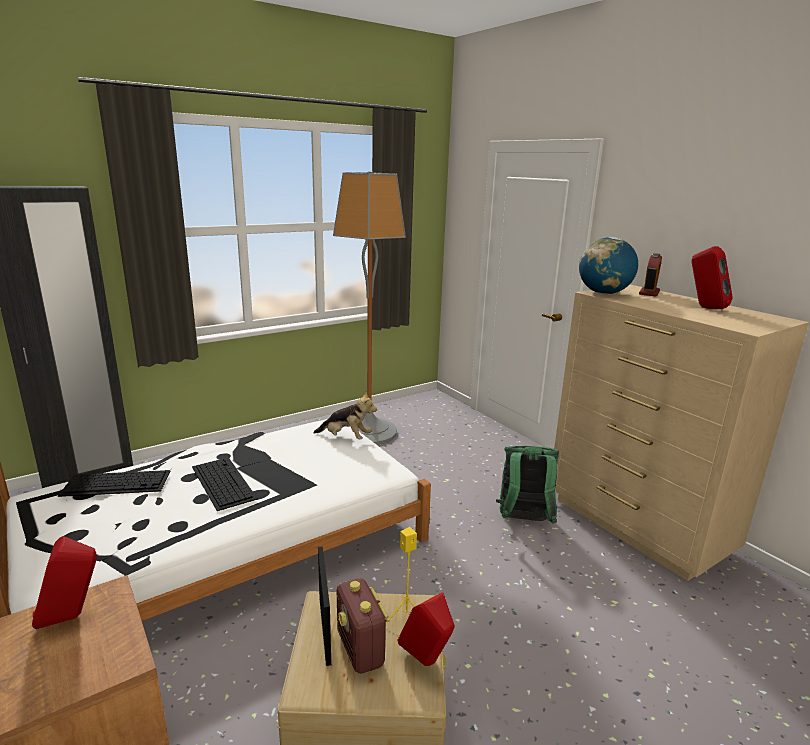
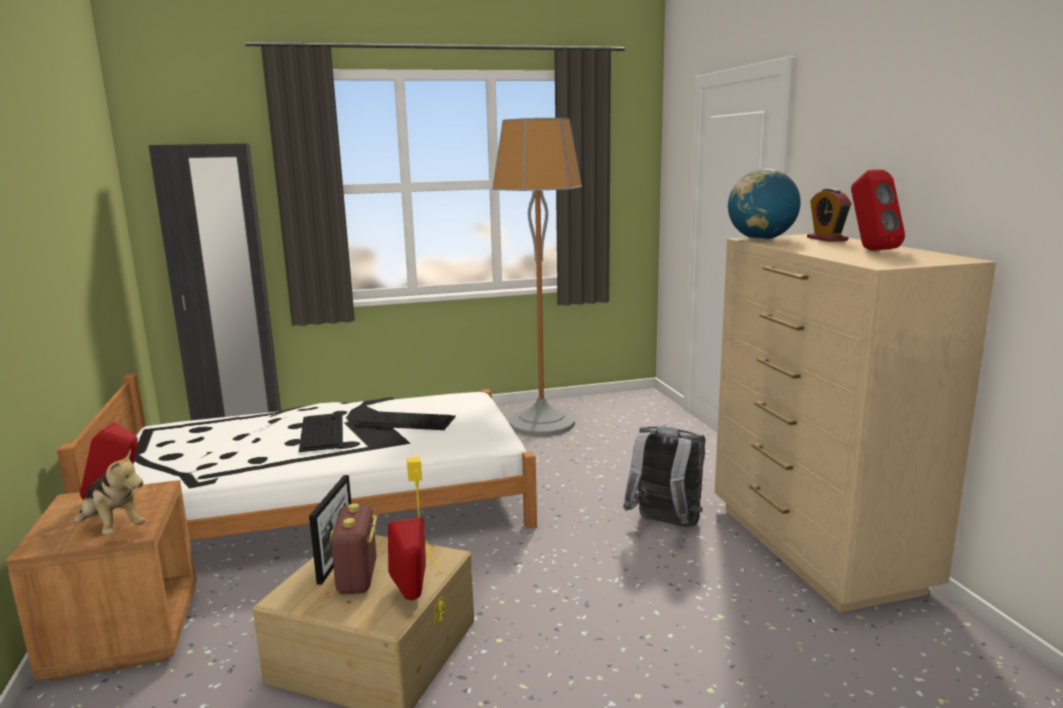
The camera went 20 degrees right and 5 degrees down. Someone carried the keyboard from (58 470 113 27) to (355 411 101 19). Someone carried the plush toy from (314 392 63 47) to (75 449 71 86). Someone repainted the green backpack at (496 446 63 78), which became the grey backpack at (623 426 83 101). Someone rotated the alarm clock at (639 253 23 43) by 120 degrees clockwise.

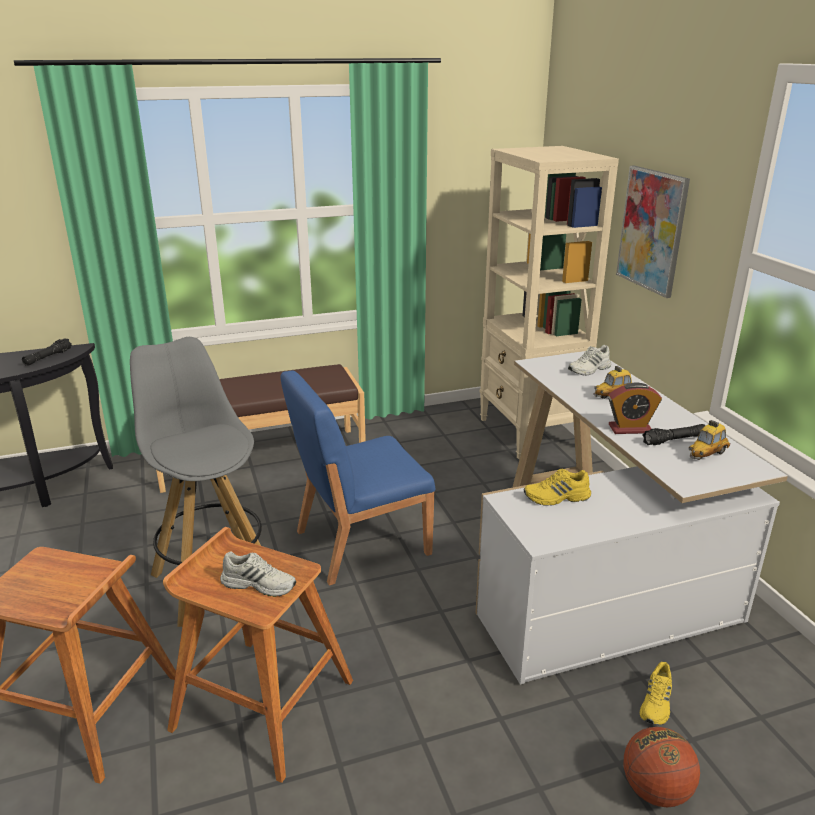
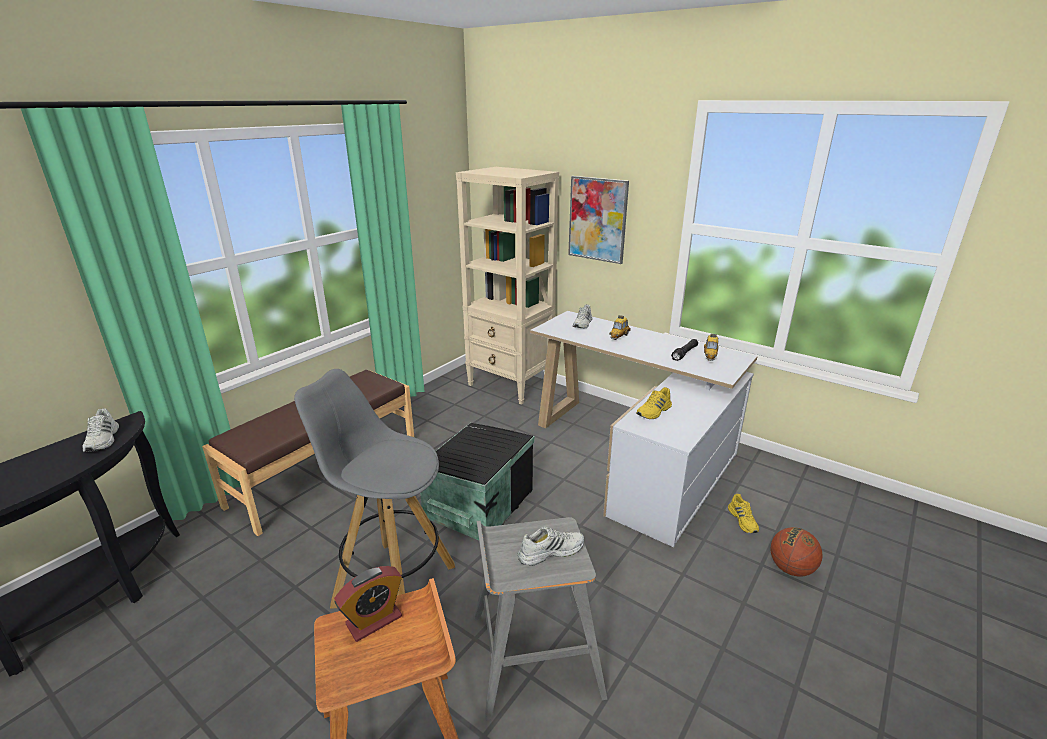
The camera went 35 degrees left and 0 degrees up. Someone carried the alarm clock from (608 382 54 52) to (334 566 68 76). Someone swapped the black flashlight at (22 338 50 28) for the white shoe at (82 408 37 44). Someone swapped the blue chair at (280 371 155 214) for the black storage box at (420 423 115 117). Someone repainted the brown stool at (163 527 190 256), which became the grey stool at (474 517 133 203).

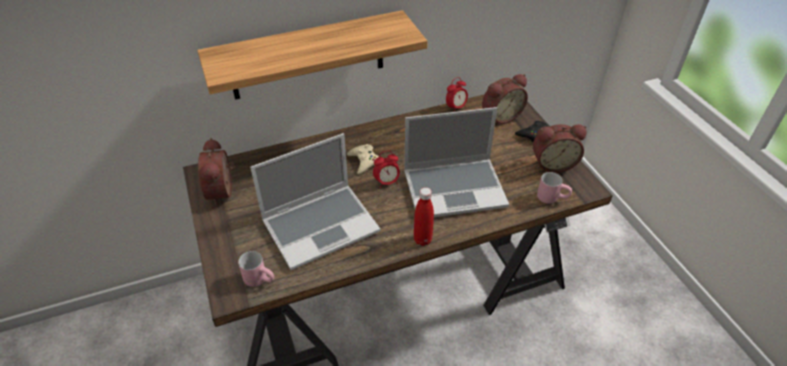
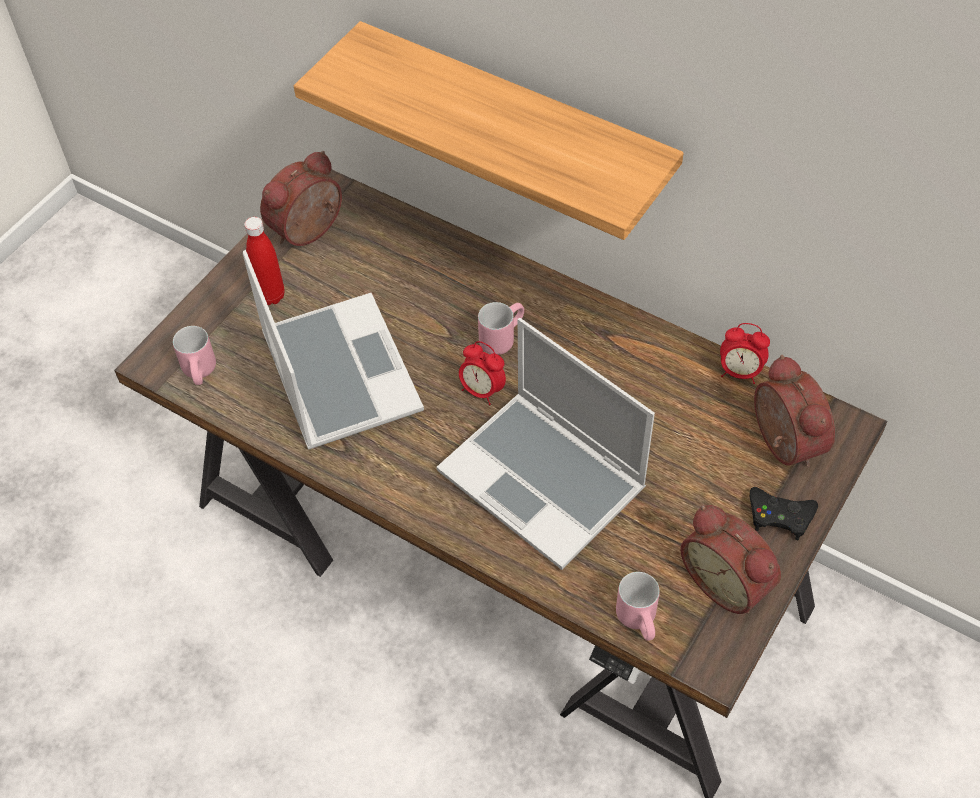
The camera went 55 degrees right and 10 degrees up. Someone carried the red bottle from (414 187 20 59) to (244 217 41 88). Someone swapped the beige game controller at (347 144 32 30) for the pink mug at (478 302 46 53). Someone rotated the laptop at (250 133 131 137) by 135 degrees counterclockwise. Someone rotated the alarm clock at (482 74 46 50) by 135 degrees counterclockwise.

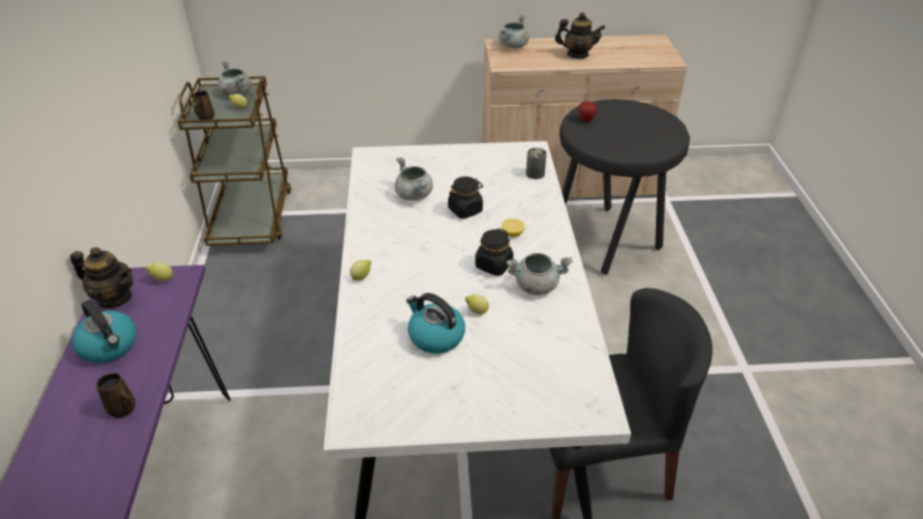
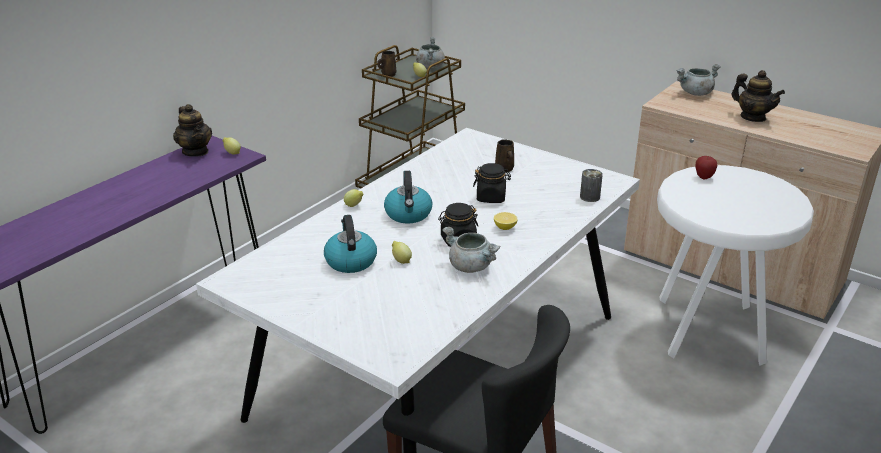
The camera went 40 degrees right and 10 degrees down. Someone took away the grey cooking pot at (395 157 38 44). Someone carried the kettle from (72 300 65 63) to (384 171 48 52). Someone carried the brown mug from (96 373 39 45) to (495 139 19 33). Someone repainted the black stool at (559 99 131 176), which became the white stool at (657 165 157 201).

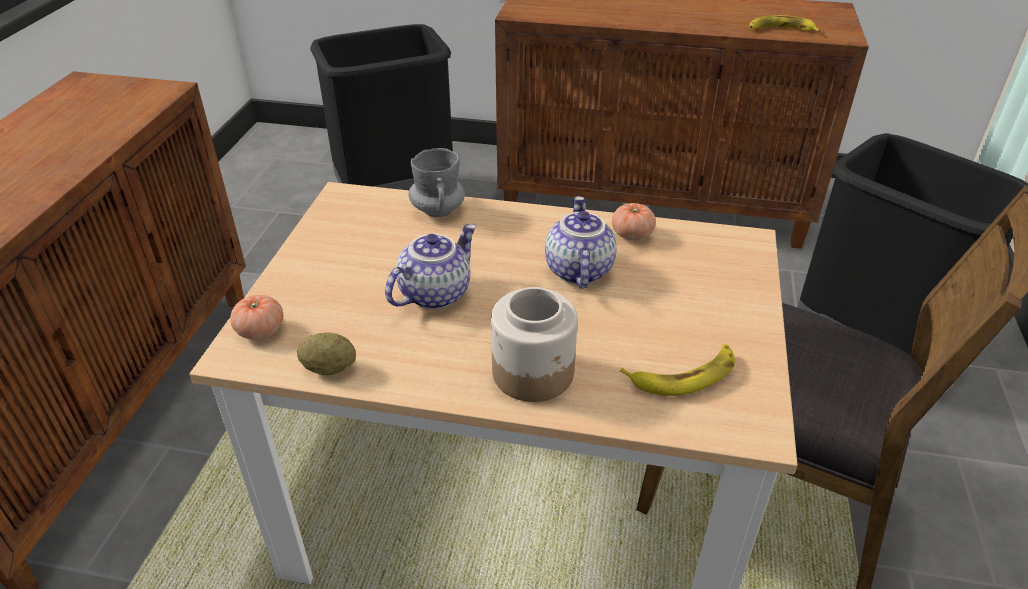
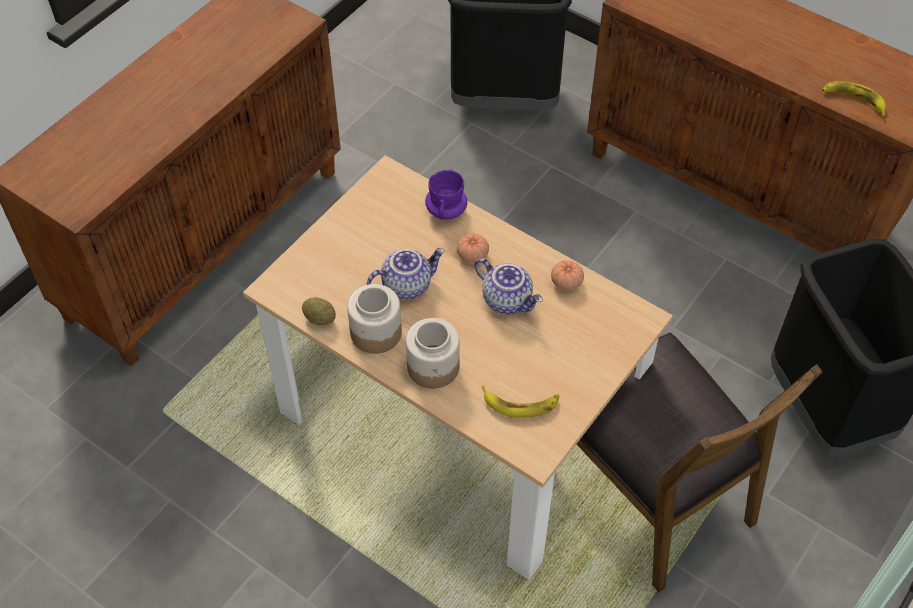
The camera went 25 degrees right and 15 degrees up. Someone put down the jar at (347 284 55 70). Someone carried the tomato from (230 295 53 45) to (457 233 32 30). Someone repainted the grey mug at (409 148 56 69), which became the purple mug at (425 169 42 51). Someone rotated the teapot at (545 196 72 92) by 105 degrees clockwise.

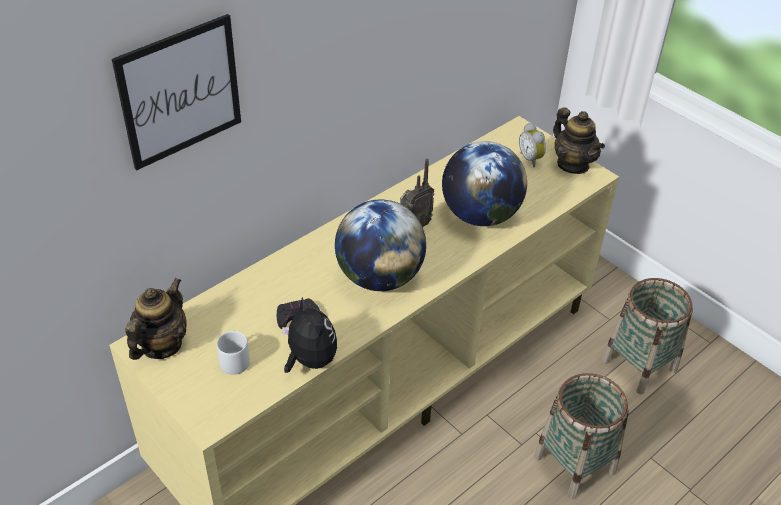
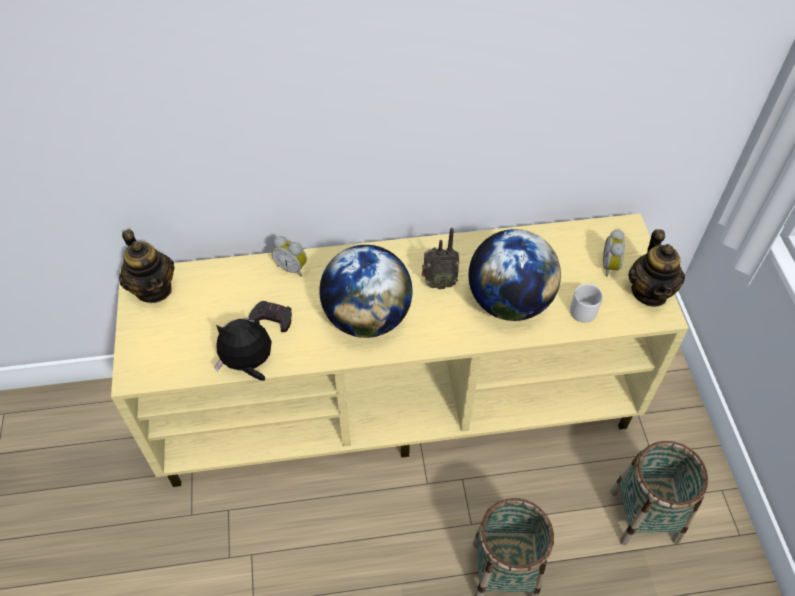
The camera went 35 degrees right and 10 degrees up. Someone took away the picture at (112 14 129 156). Someone put down the alarm clock at (272 236 35 41). Someone carried the grey mug from (217 330 33 45) to (570 283 33 40). Someone rotated the teapot at (125 278 62 82) by 90 degrees clockwise. Someone rotated the plush toy at (282 297 55 76) by 105 degrees counterclockwise.

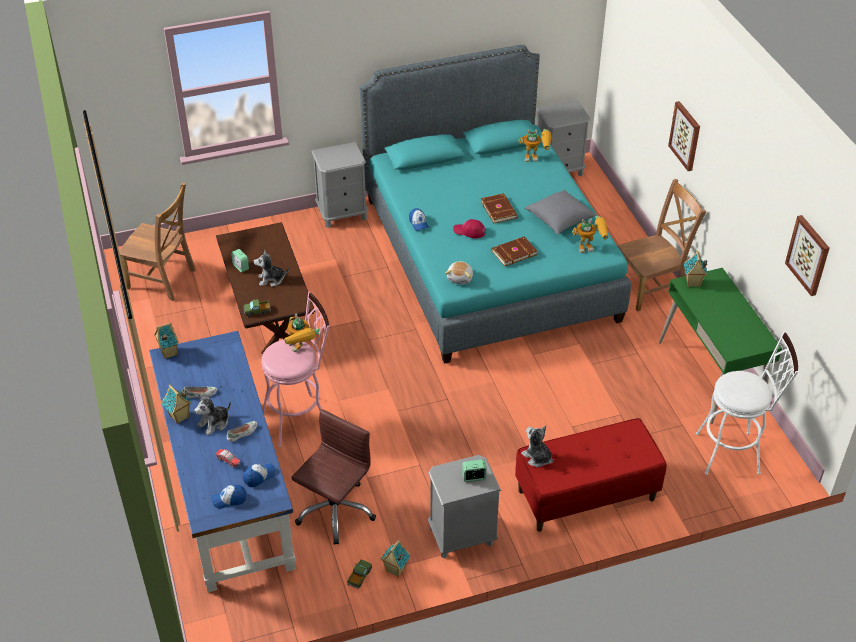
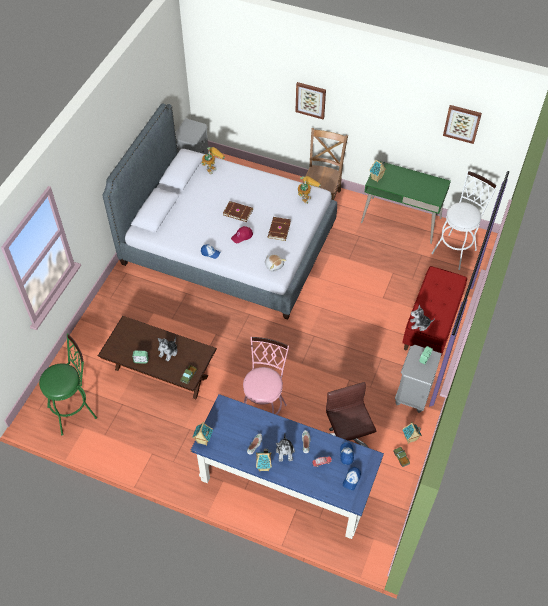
The camera went 50 degrees left and 10 degrees up. Someone took away the toy robot at (284 314 36 38). Someone took away the grey nightstand at (311 142 57 86). Someone took away the grey pillow at (524 190 73 45). Someone swapped the brown chair at (119 183 77 118) for the green stool at (39 333 58 103). Someone repainted the turquoise bed at (360 45 271 319), which became the grey bed at (102 103 235 217).

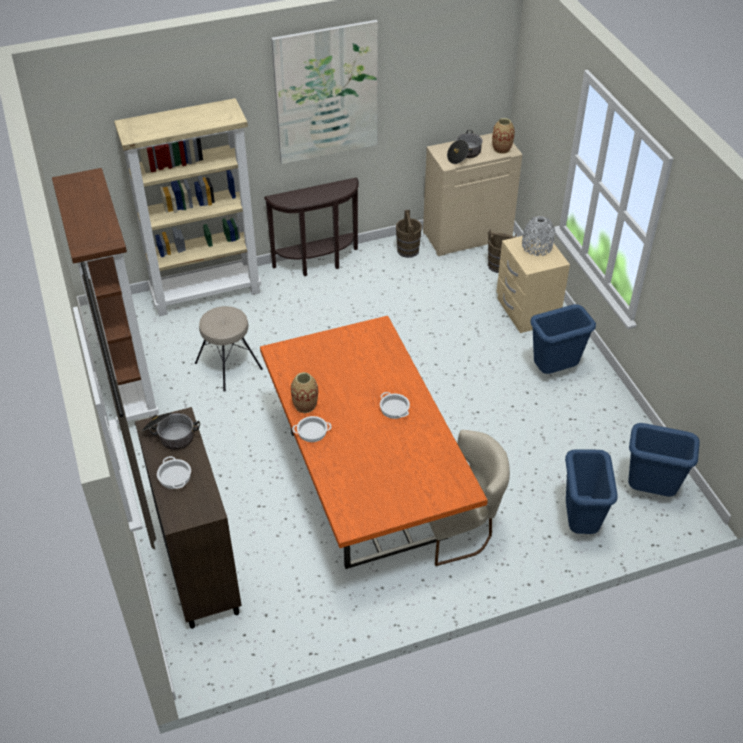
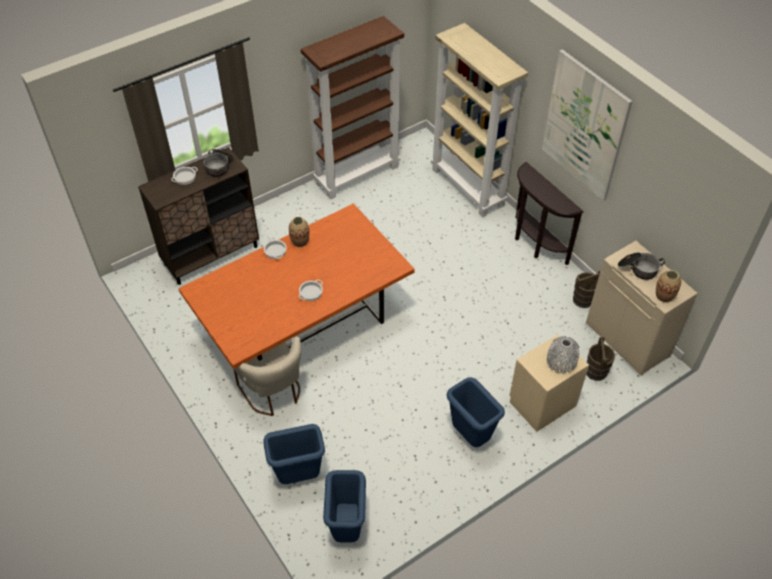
The camera went 75 degrees right and 5 degrees up. Someone took away the beige stool at (195 306 68 86).

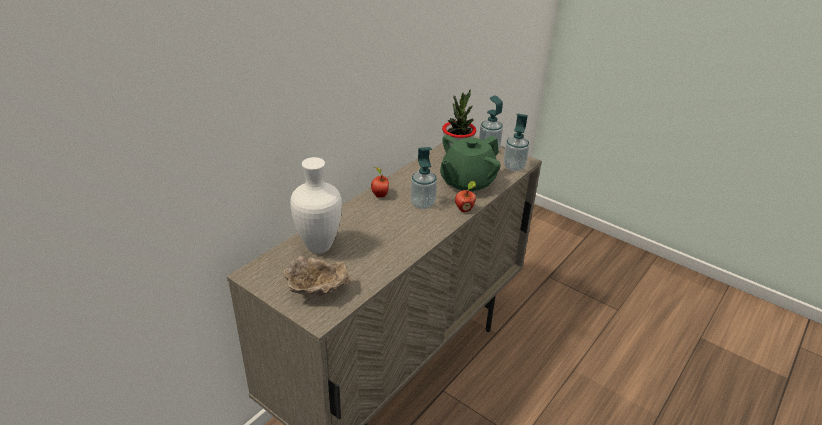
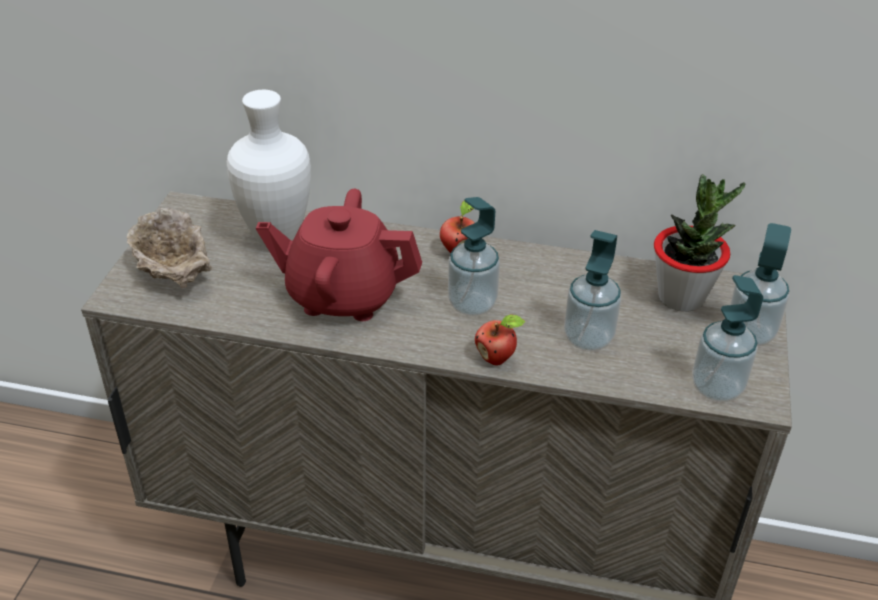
The camera went 65 degrees right and 5 degrees up. Someone put down the red teapot at (256 189 166 132). Someone swapped the green teapot at (440 135 61 57) for the soap dispenser at (564 230 57 121).

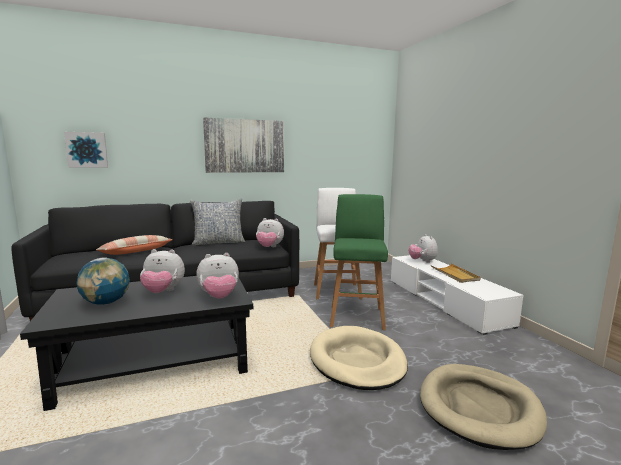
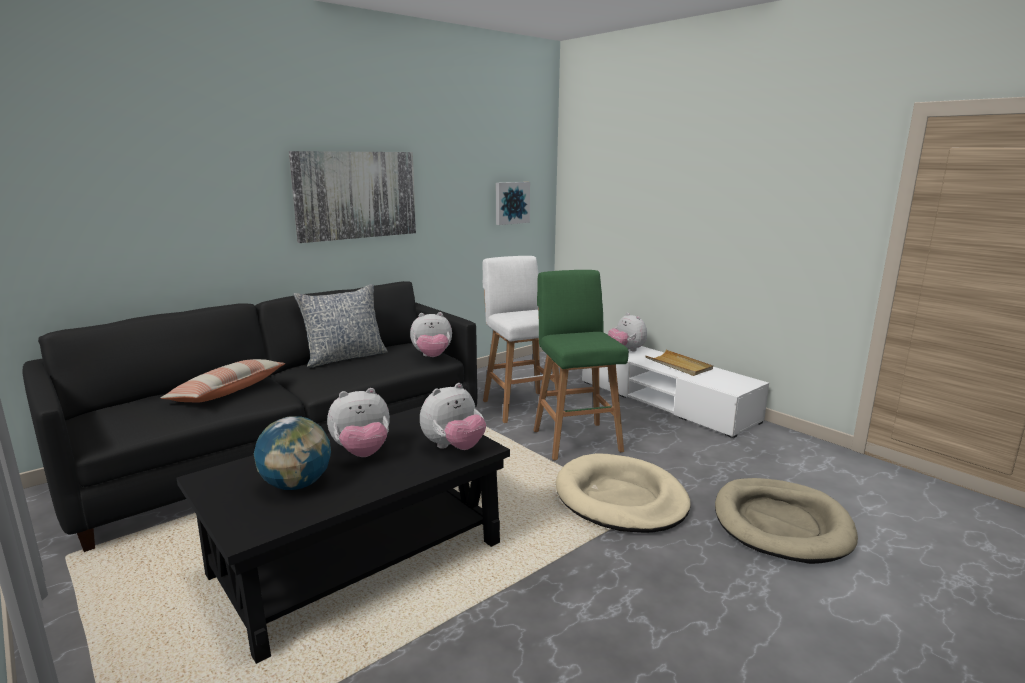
The camera went 20 degrees left and 5 degrees up. Someone carried the picture from (64 132 44 36) to (496 182 34 43).

